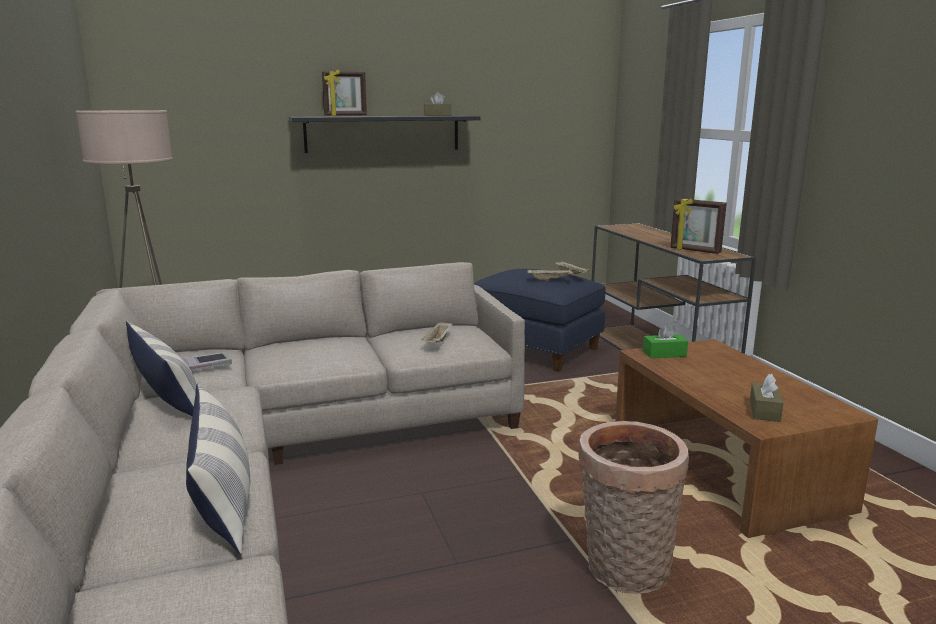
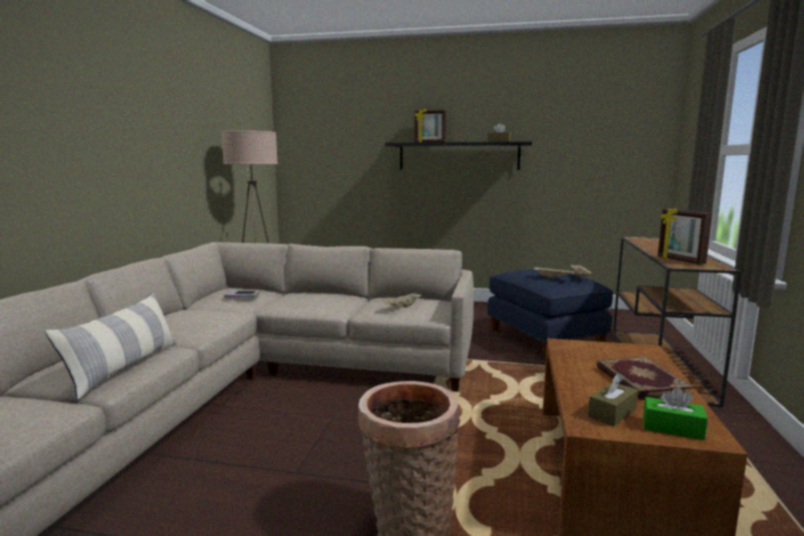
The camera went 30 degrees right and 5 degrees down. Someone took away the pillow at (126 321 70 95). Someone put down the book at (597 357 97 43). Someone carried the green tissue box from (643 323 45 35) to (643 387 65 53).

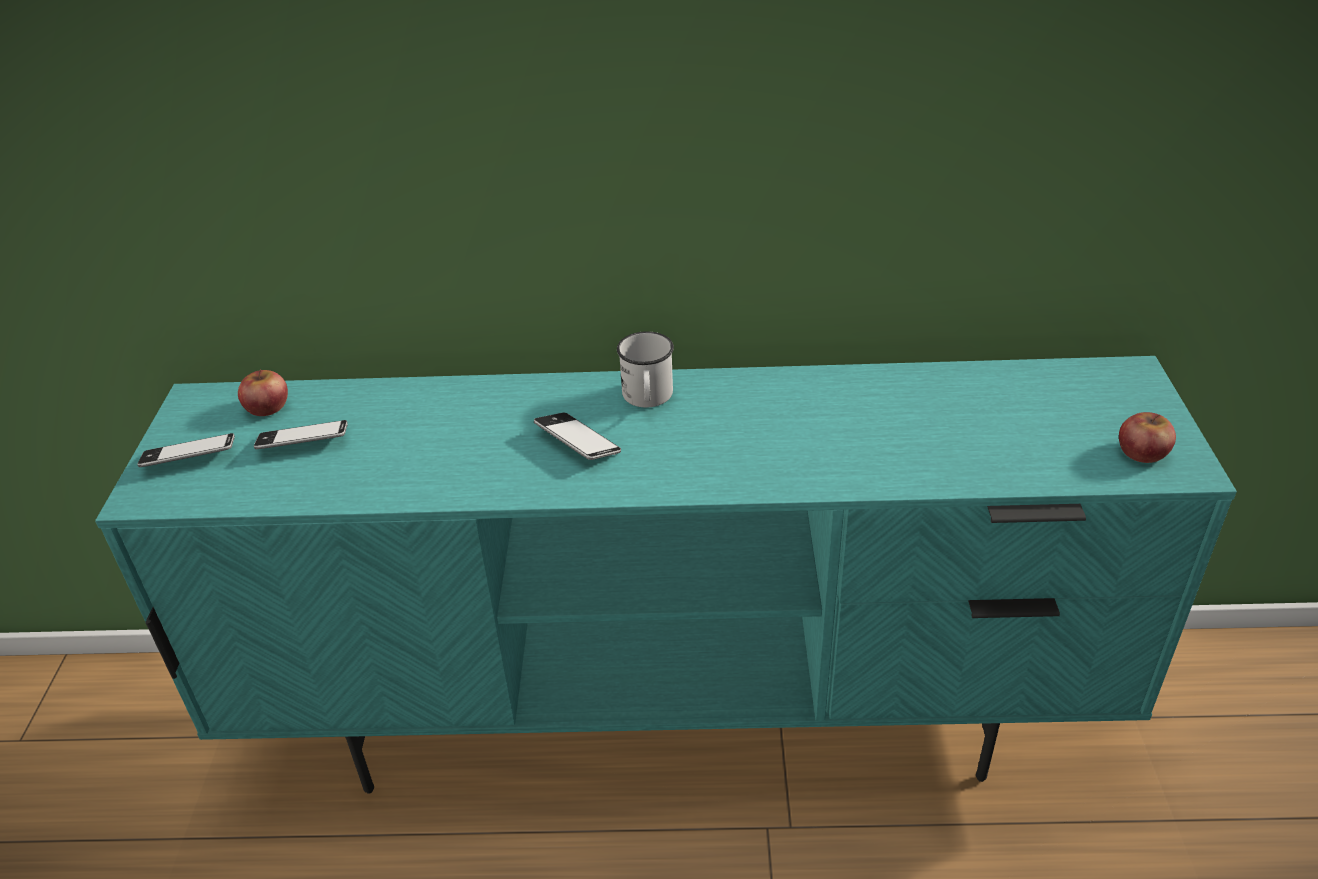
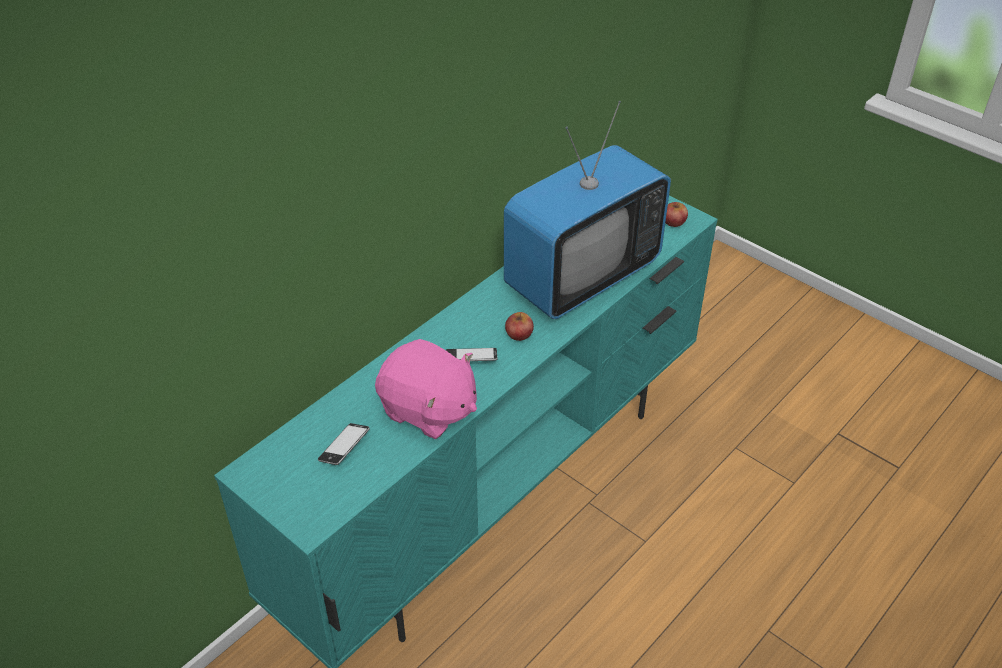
The camera went 50 degrees left and 5 degrees up. Someone took away the phone at (137 433 98 34). Someone took away the white mug at (617 331 57 76). Someone put down the pink plush toy at (375 339 102 100). Someone put down the television at (504 101 167 218). Someone carried the apple from (238 369 50 47) to (505 312 29 29).

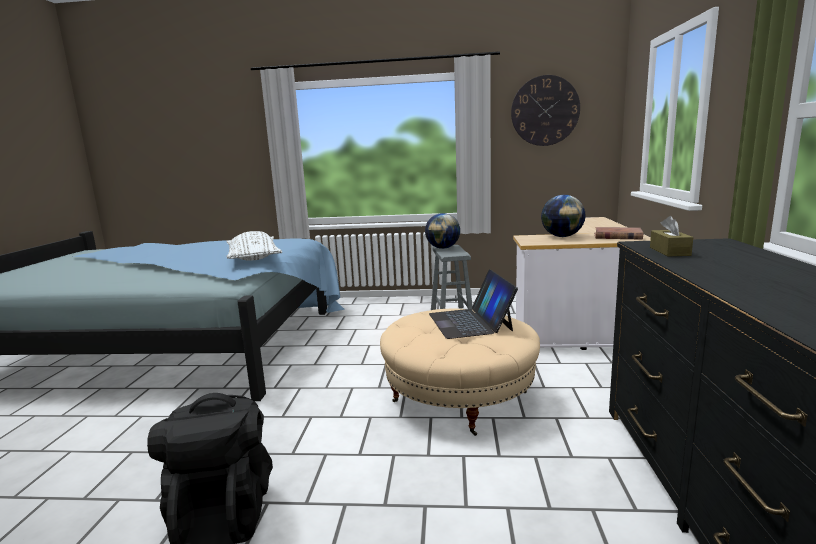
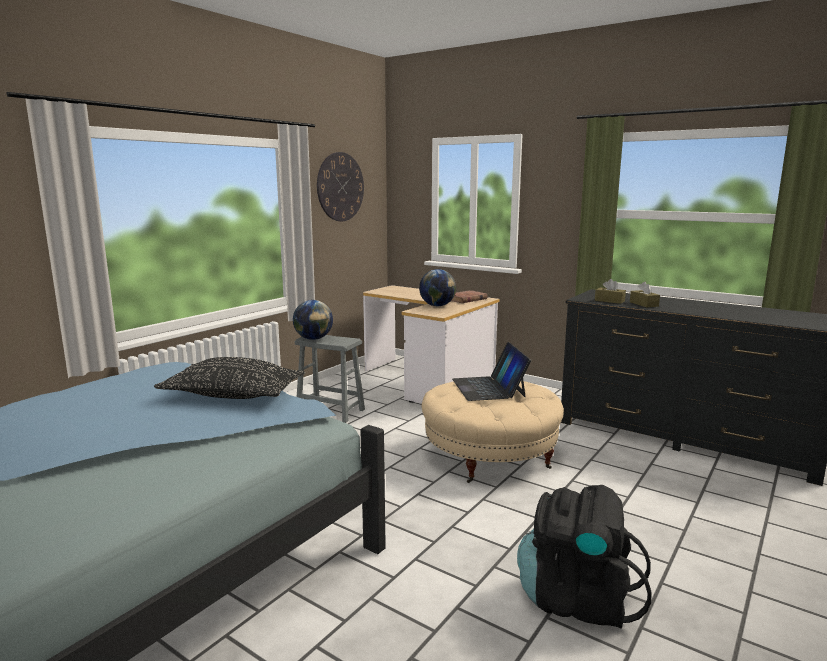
The camera went 60 degrees left and 0 degrees up. Someone put down the brown tissue box at (630 282 30 25). Someone repainted the white pillow at (226 231 56 30), which became the black pillow at (154 357 151 42). Someone rotated the laptop at (429 269 89 70) by 60 degrees clockwise.

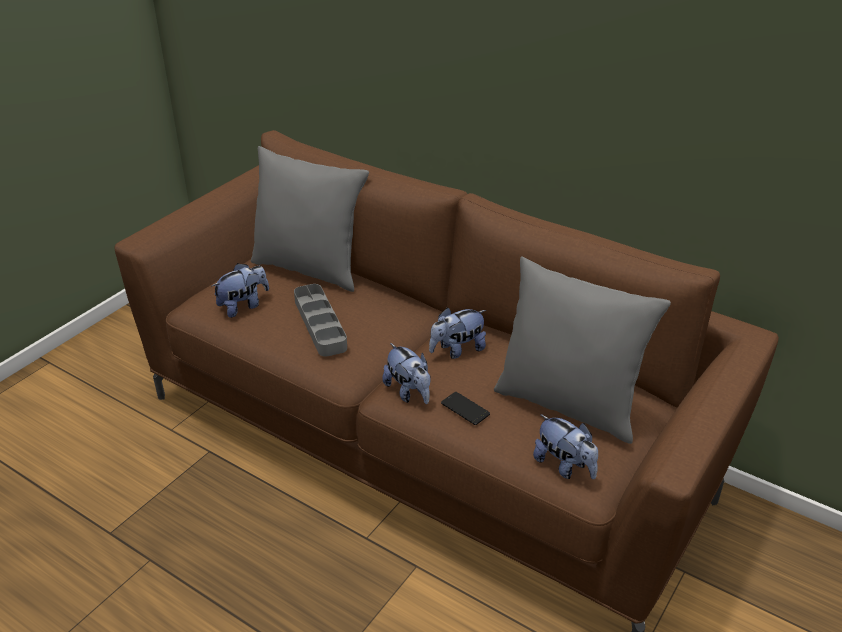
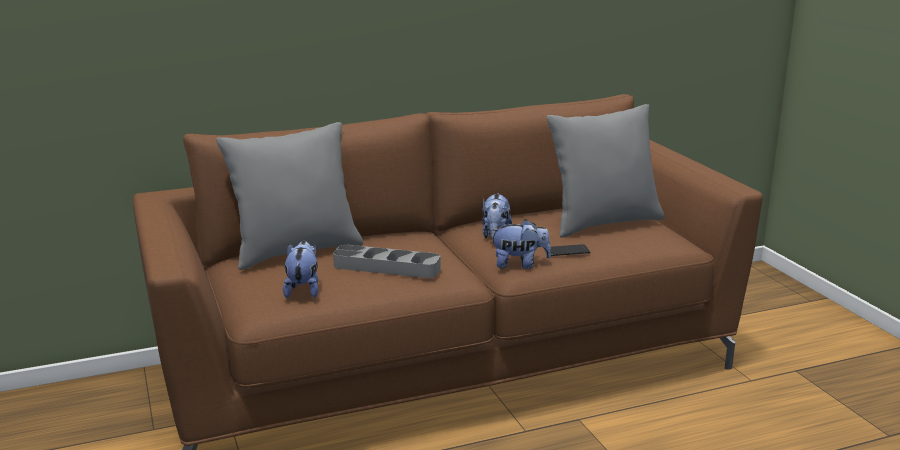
The camera went 55 degrees left and 15 degrees down. Someone took away the plush toy at (533 414 65 65).

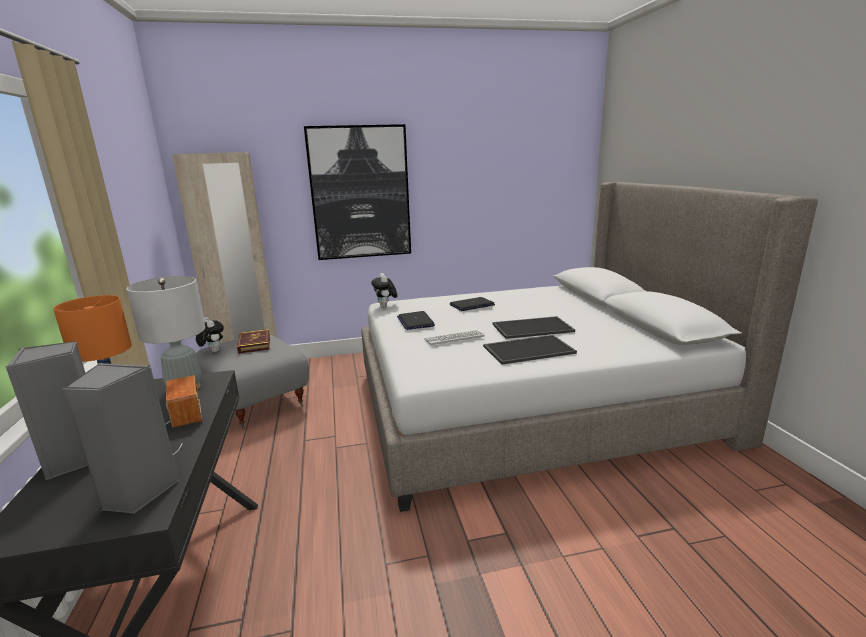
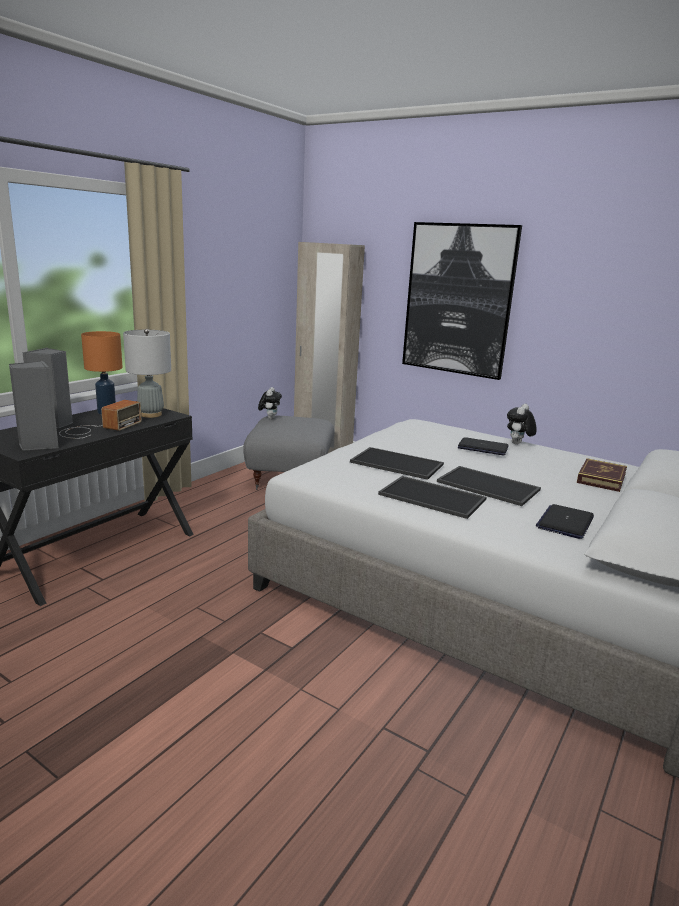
The camera went 45 degrees right and 0 degrees up. Someone carried the book from (237 329 33 25) to (577 458 50 34). Someone carried the plush toy from (371 273 26 35) to (507 404 30 40). Someone carried the laptop from (397 311 38 19) to (536 504 58 35). Someone swapped the keyboard at (425 330 60 16) for the tray at (350 447 94 33).

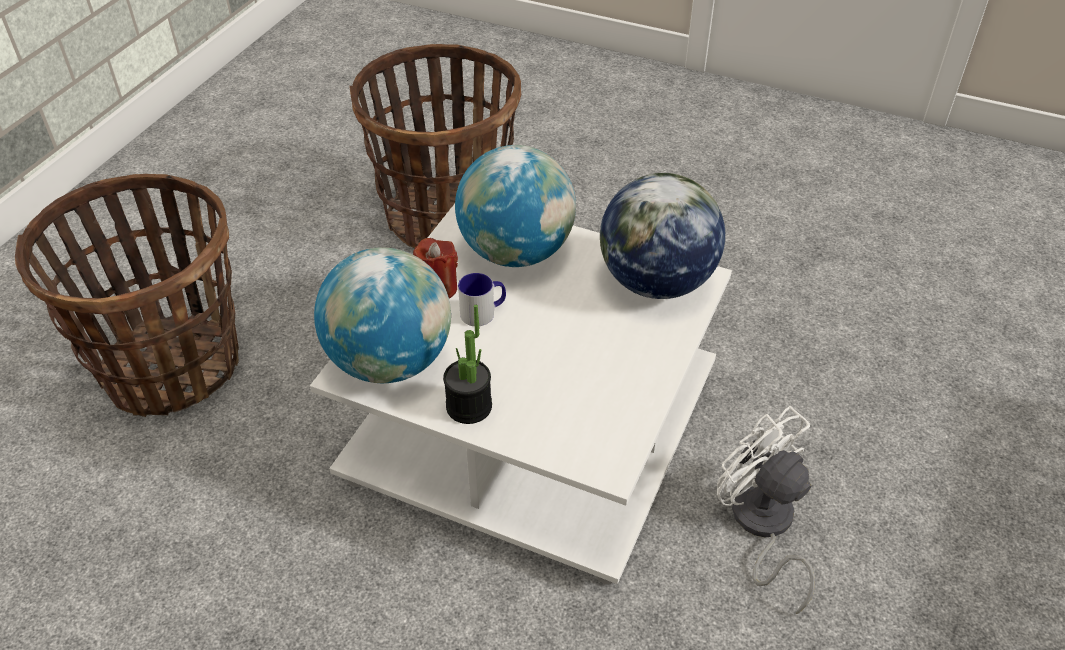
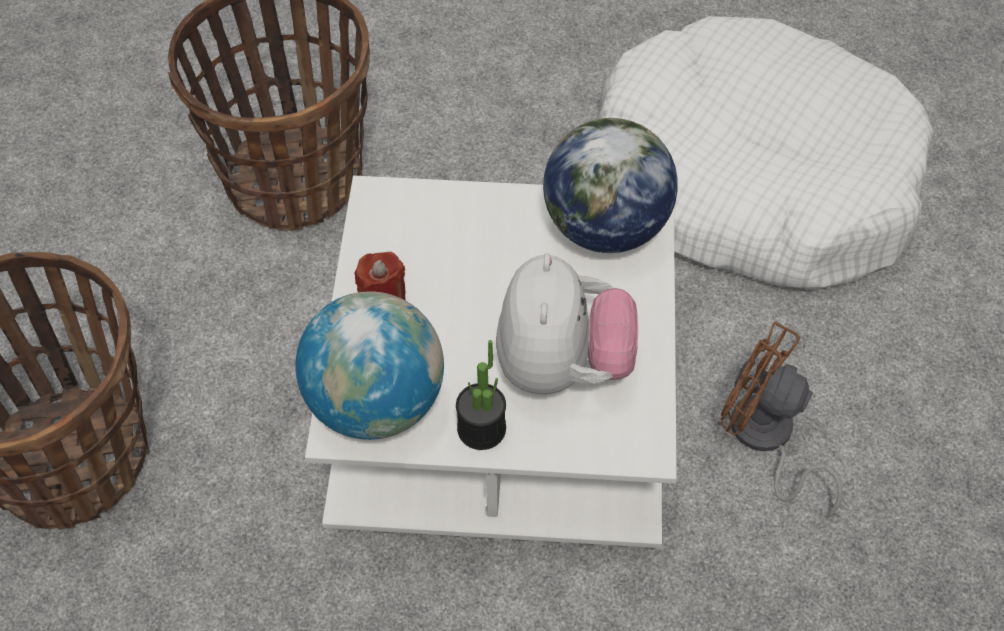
The camera went 20 degrees left and 10 degrees up. Someone took away the globe at (455 145 121 122). Someone took away the mug at (458 273 48 53). Someone put down the plush toy at (496 254 142 140). Someone put down the white dog bed at (600 16 334 274). Someone repainted the white fan at (717 406 98 208), which became the brown fan at (721 321 121 197).

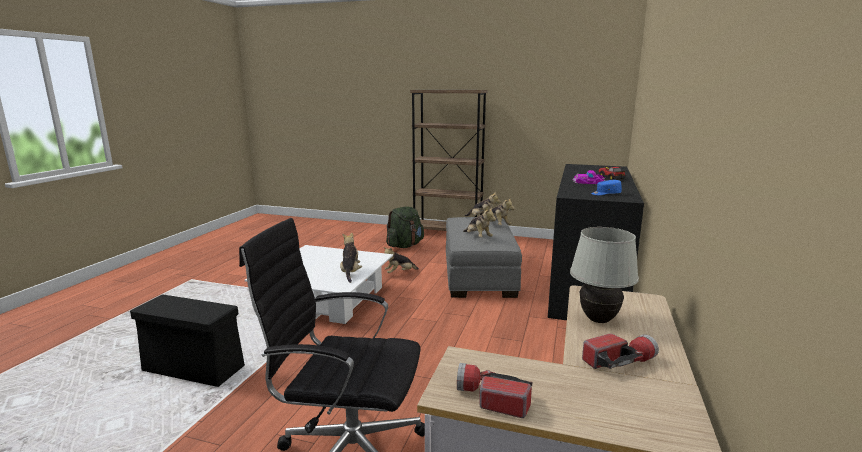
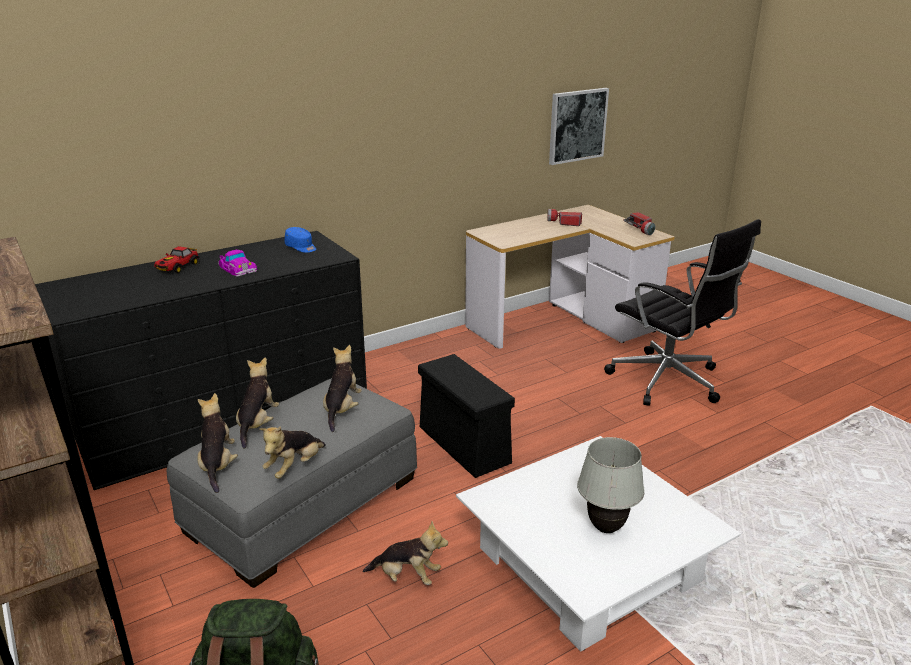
The camera went 140 degrees left and 10 degrees up. Someone put up the picture at (549 88 60 77). Someone carried the black storage box from (130 294 115 93) to (418 354 97 124). Someone carried the plush toy from (340 233 22 50) to (259 426 67 53). Someone carried the white table lamp from (570 227 69 96) to (577 437 68 96).

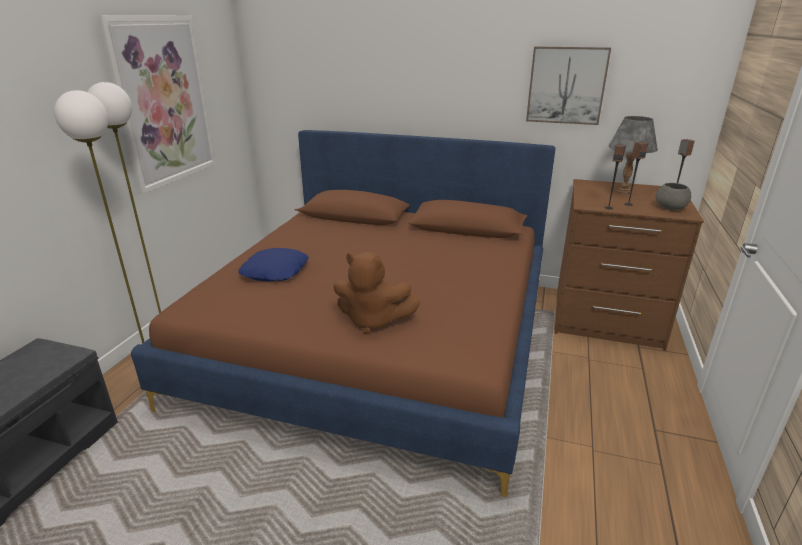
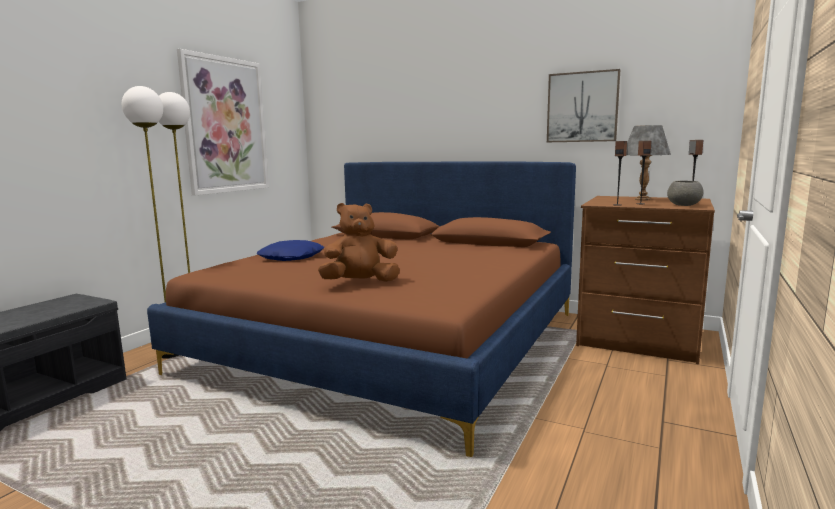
The camera went 10 degrees right and 15 degrees down. Someone rotated the brown plush toy at (333 252 87 82) by 135 degrees clockwise.

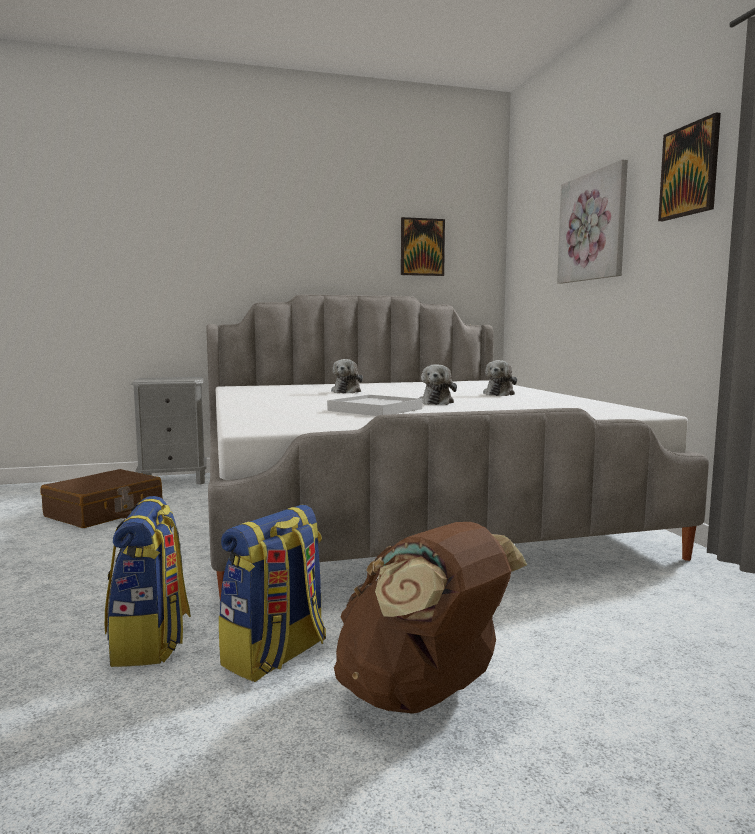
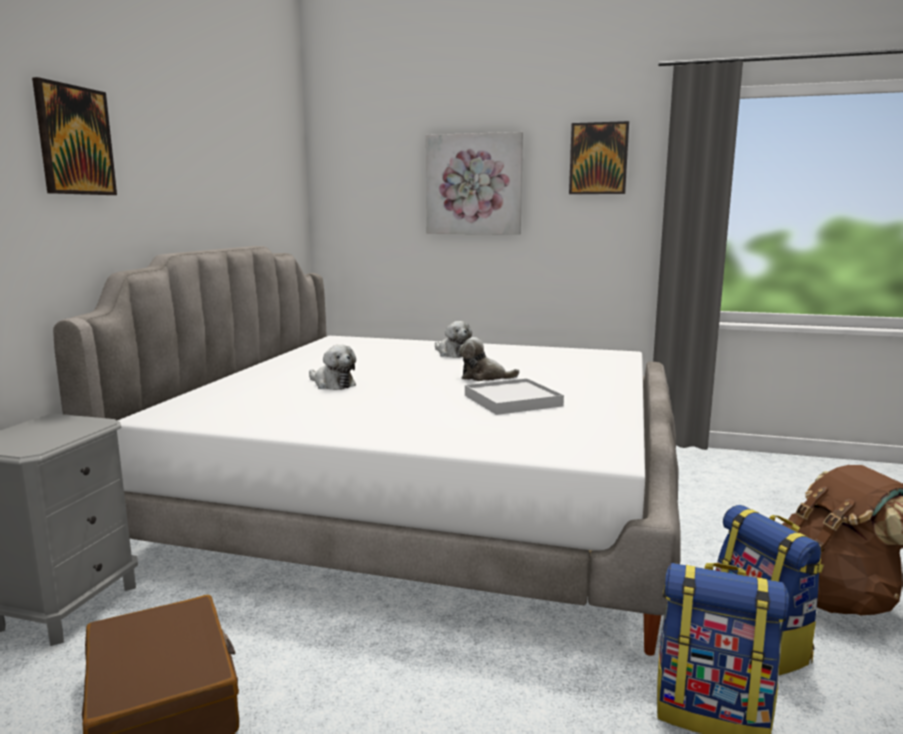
The camera went 60 degrees left and 5 degrees up. Someone carried the picture from (401 217 44 59) to (32 77 85 118). Someone rotated the plush toy at (419 364 38 41) by 150 degrees clockwise.

